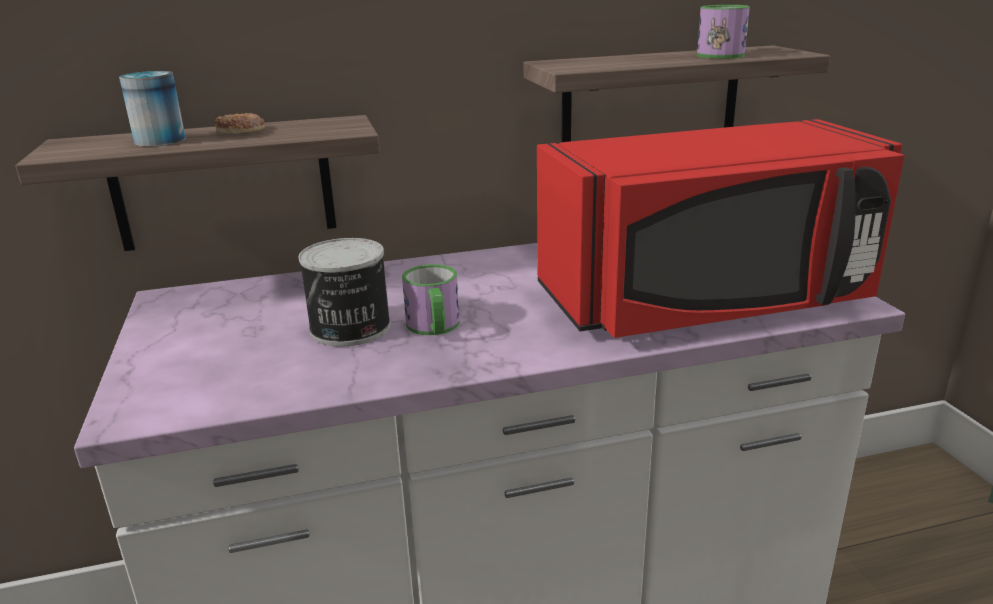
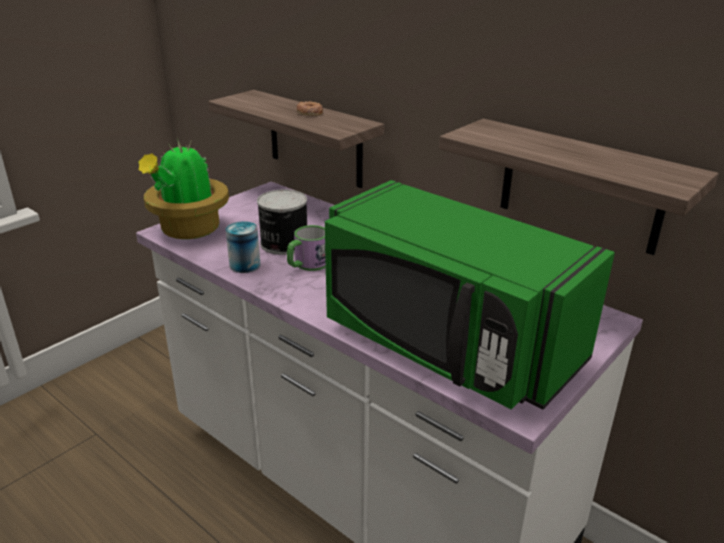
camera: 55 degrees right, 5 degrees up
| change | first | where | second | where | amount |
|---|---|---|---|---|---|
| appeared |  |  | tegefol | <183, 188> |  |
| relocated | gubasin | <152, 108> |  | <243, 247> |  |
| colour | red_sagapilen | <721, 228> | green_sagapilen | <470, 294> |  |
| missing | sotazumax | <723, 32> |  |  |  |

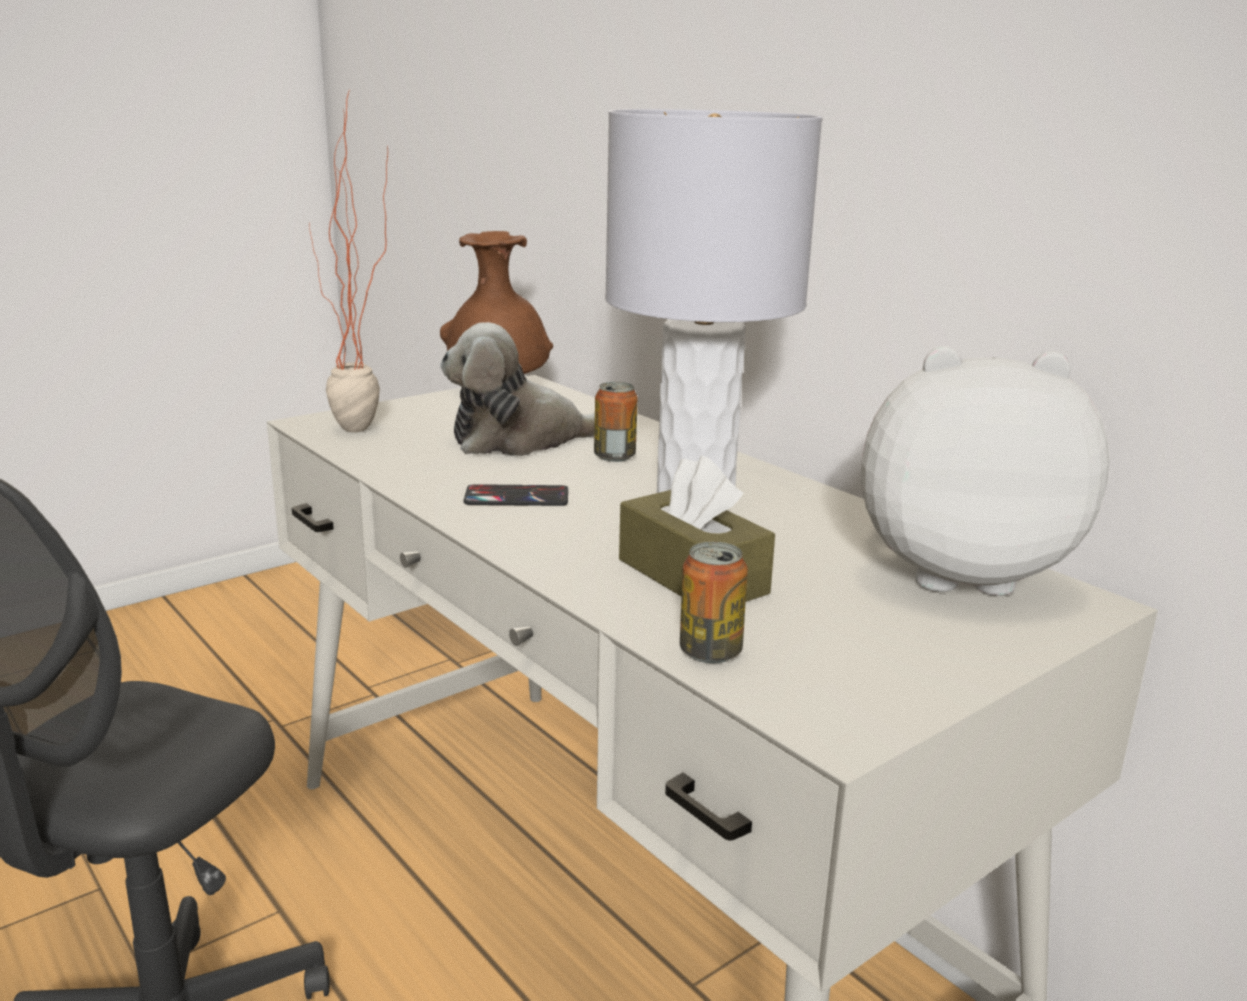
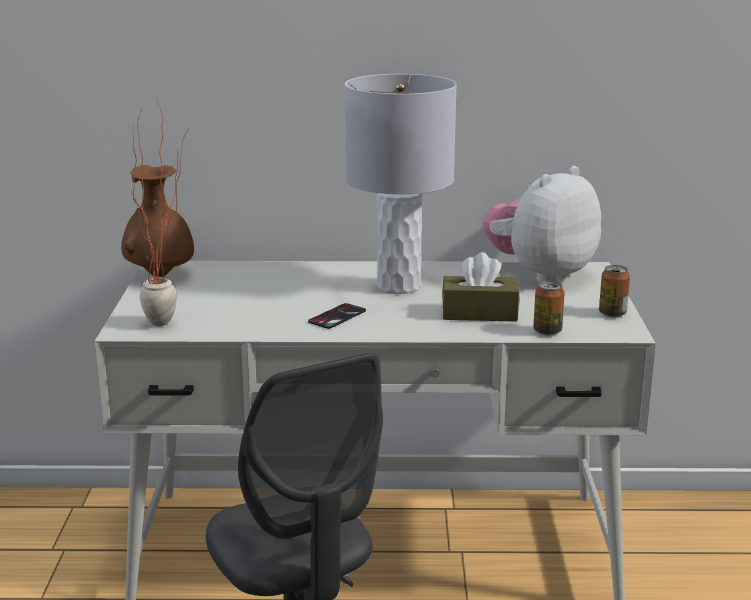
camera: 50 degrees left, 0 degrees up
| change | first | where | second | where | amount |
|---|---|---|---|---|---|
| relocated | gubasin | <616, 422> |  | <614, 291> |  |
| missing | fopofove | <517, 389> |  |  |  |

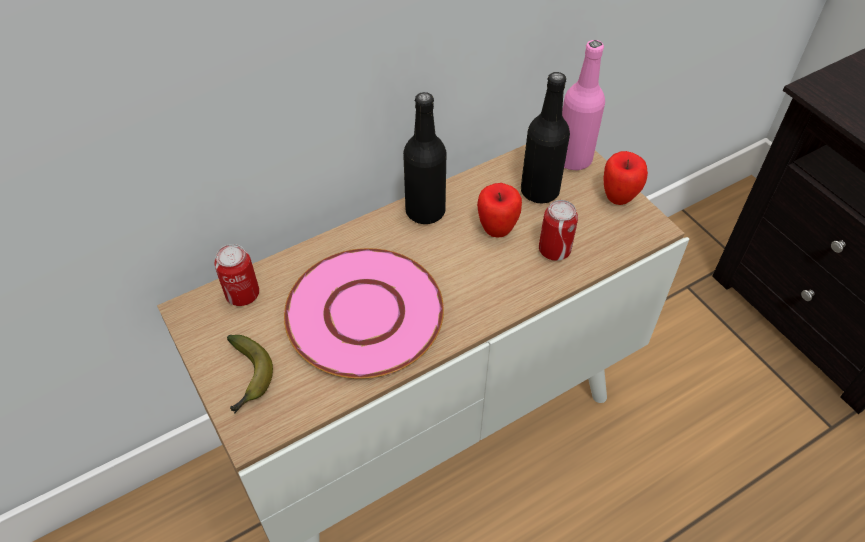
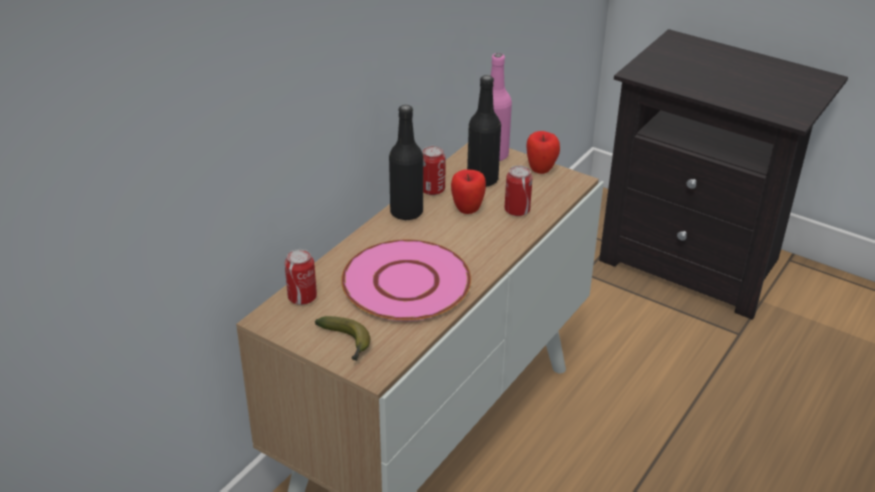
camera: 25 degrees left, 15 degrees down
| change | first | where | second | where | amount |
|---|---|---|---|---|---|
| appeared |  |  | gubasin | <434, 170> |  |

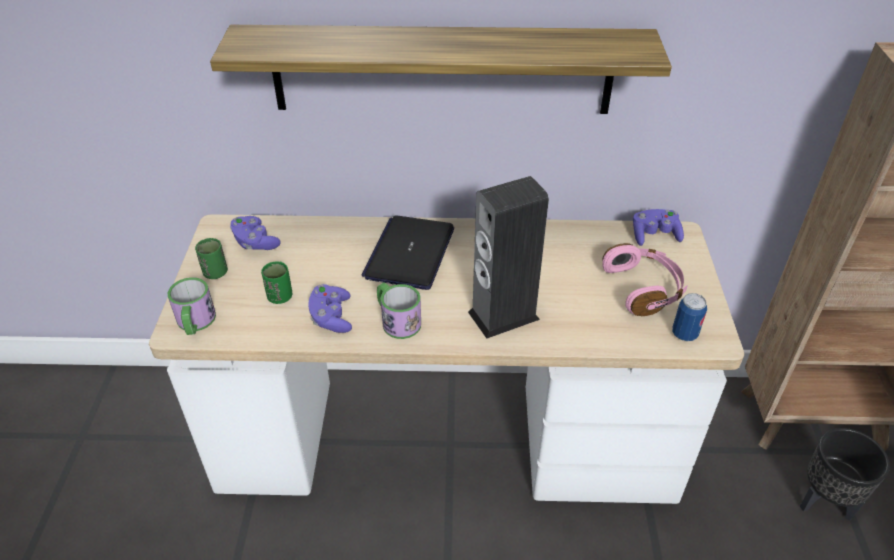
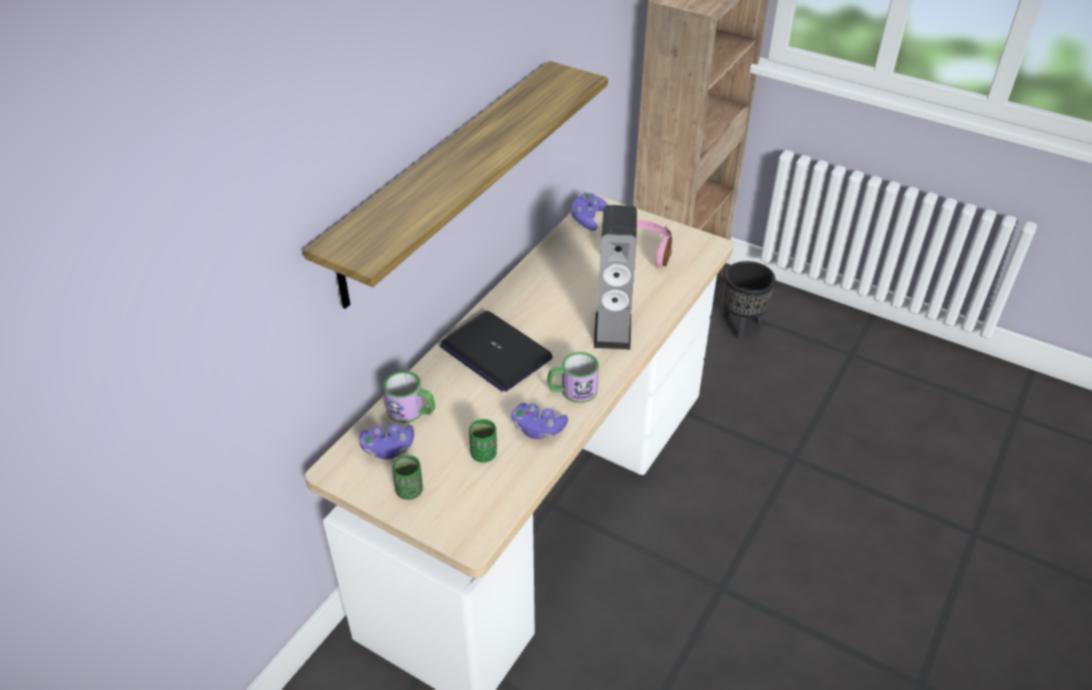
camera: 60 degrees left, 0 degrees up
| change | first | where | second | where | amount |
|---|---|---|---|---|---|
| relocated | sotazumax | <192, 306> |  | <409, 397> |  |
| missing | gubasin | <689, 317> |  |  |  |

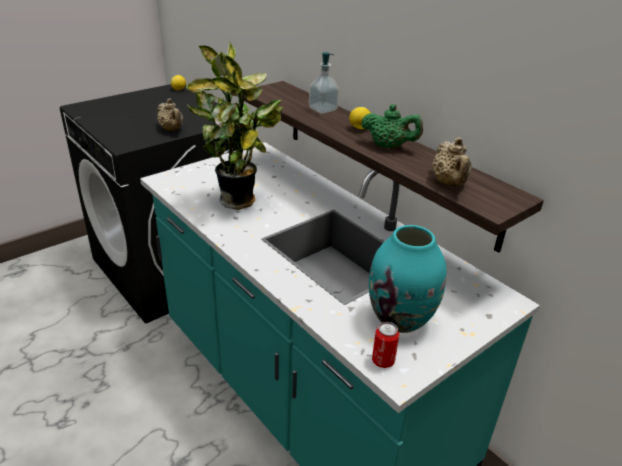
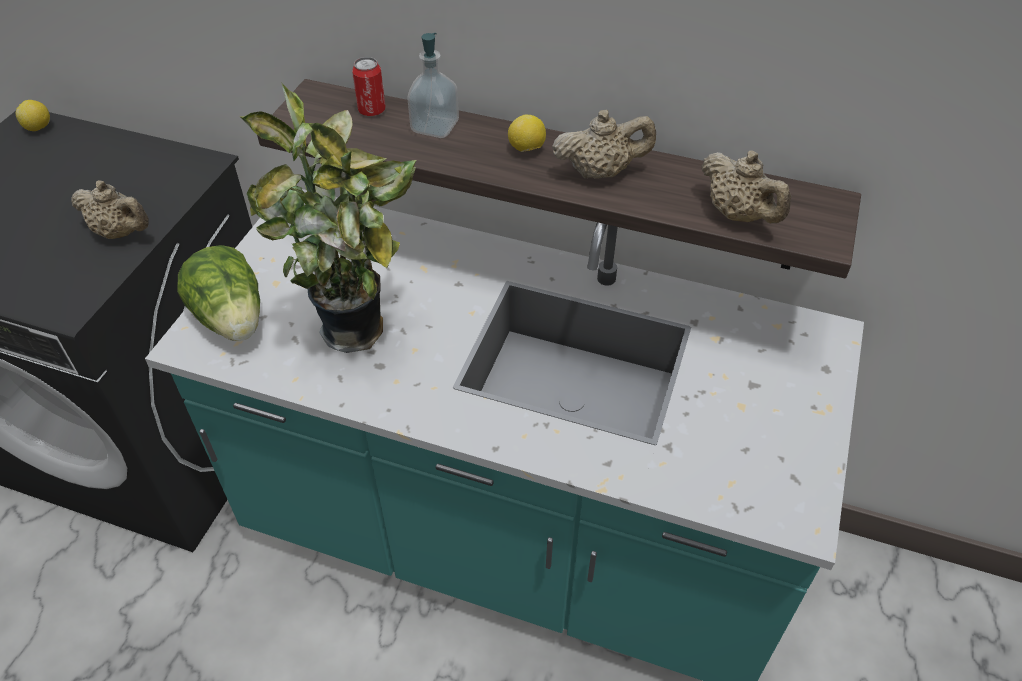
camera: 30 degrees left, 15 degrees up
| change | first | where | second | where | amount |
|---|---|---|---|---|---|
| appeared |  |  | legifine | <218, 293> |  |
| relocated | gubasin | <385, 345> |  | <369, 86> |  |
| colour | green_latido | <392, 126> | beige_latido | <604, 144> |  |
| missing | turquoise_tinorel | <408, 279> |  |  |  |

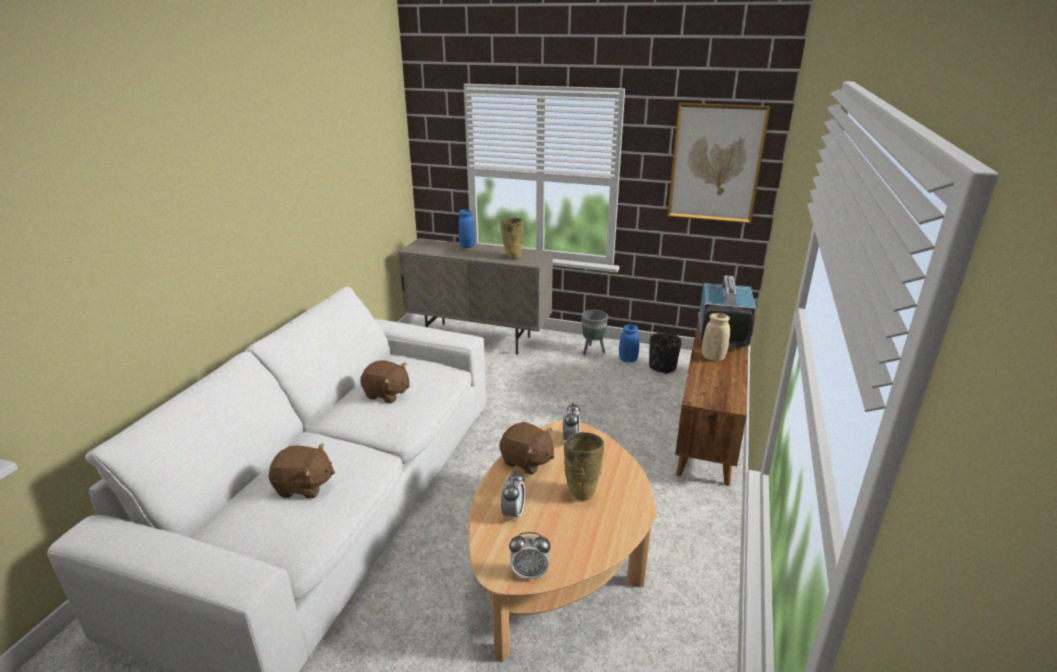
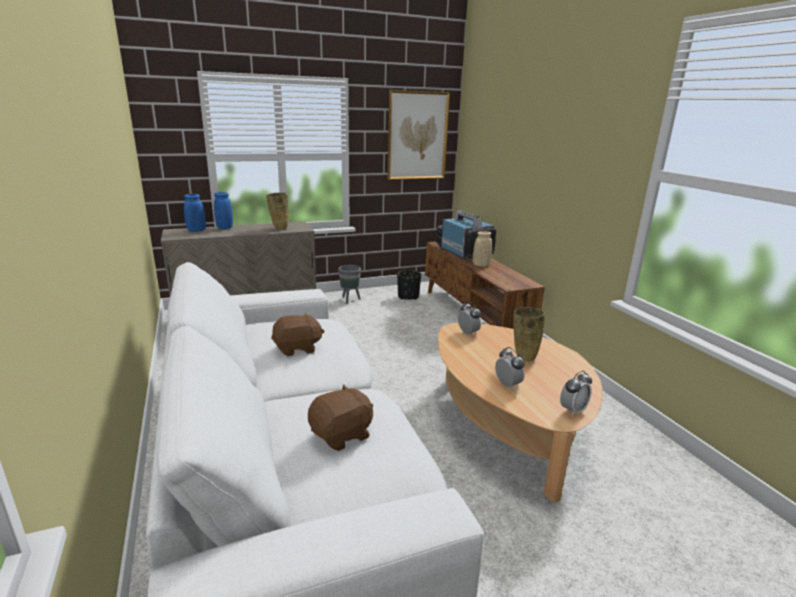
camera: 40 degrees left, 5 degrees down
| change | first | where | second | where | amount |
|---|---|---|---|---|---|
| relocated | blue_tinorel | <629, 344> |  | <195, 213> |  |
| missing | brown_fopofove | <526, 448> |  |  |  |

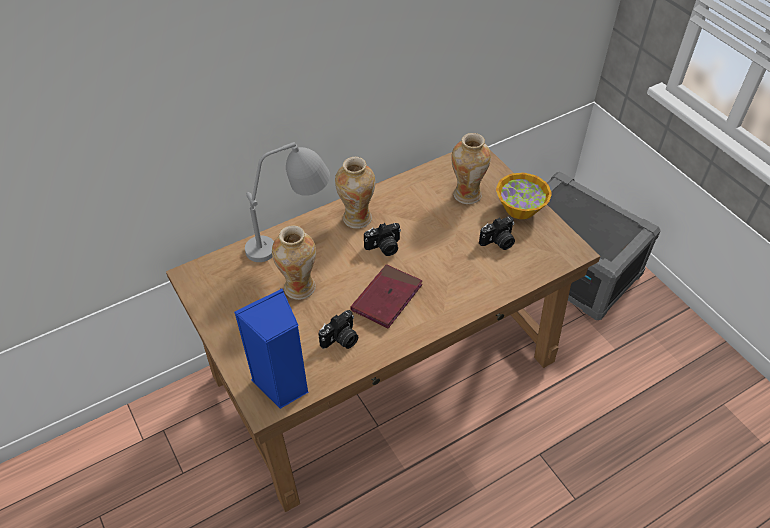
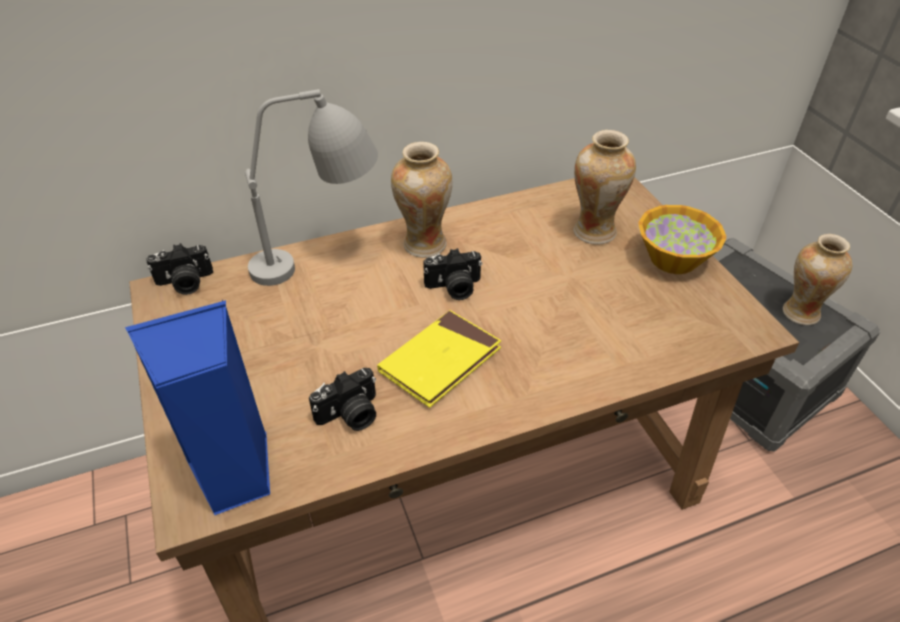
camera: 10 degrees right, 5 degrees down
| change | first | where | second | where | amount |
|---|---|---|---|---|---|
| relocated | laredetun | <497, 233> |  | <179, 269> |  |
| colour | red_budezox | <386, 296> | yellow_budezox | <439, 359> |  |
| relocated | tinorel | <294, 262> |  | <817, 279> |  |

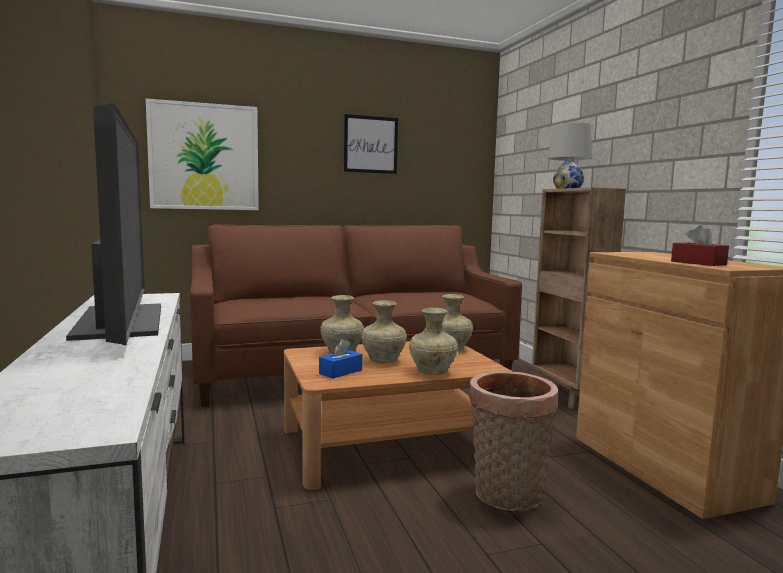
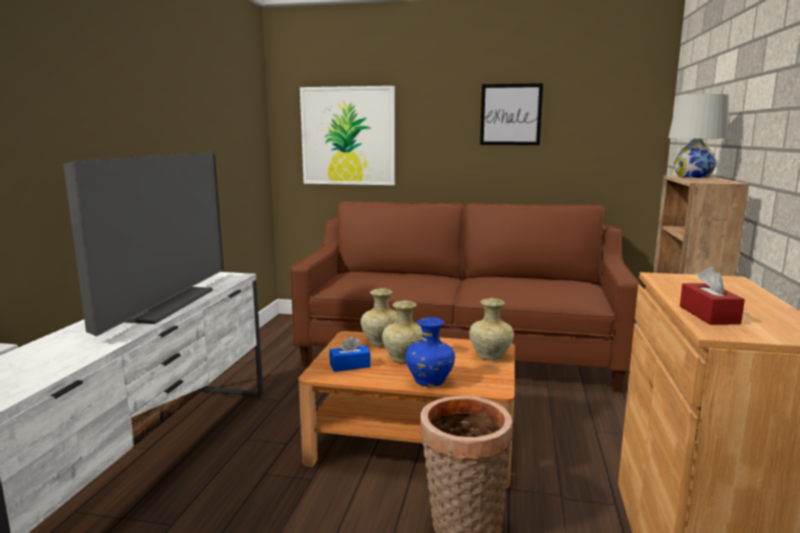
camera: 30 degrees right, 5 degrees up
| change | first | where | second | where | amount |
|---|---|---|---|---|---|
| colour | beige_tinorel | <433, 341> | blue_tinorel | <430, 352> |  |

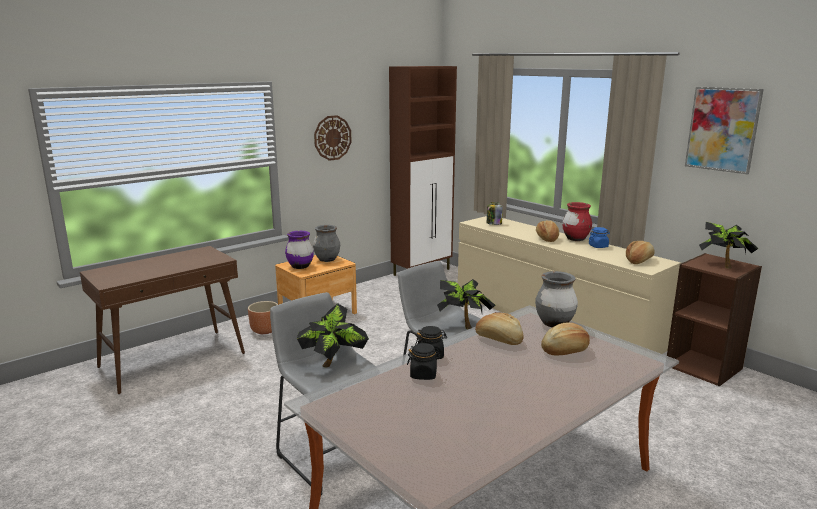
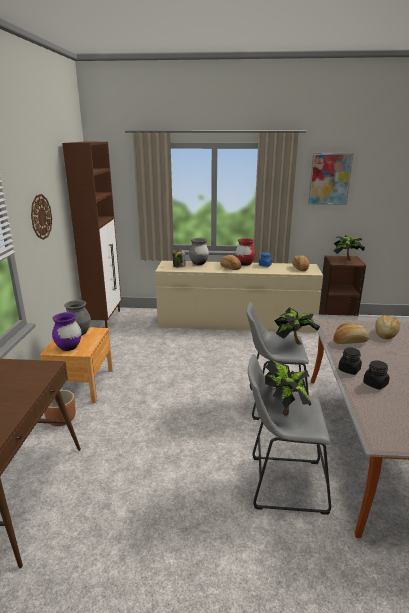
camera: 45 degrees left, 5 degrees up
| change | first | where | second | where | amount |
|---|---|---|---|---|---|
| relocated | grey_tinorel | <556, 299> |  | <199, 251> |  |

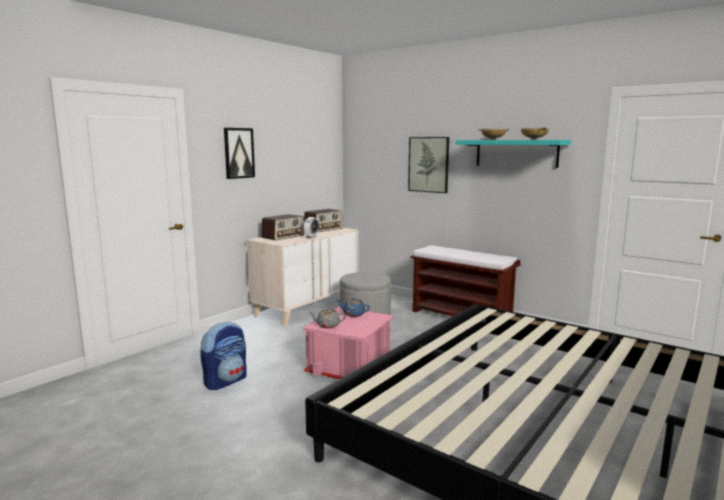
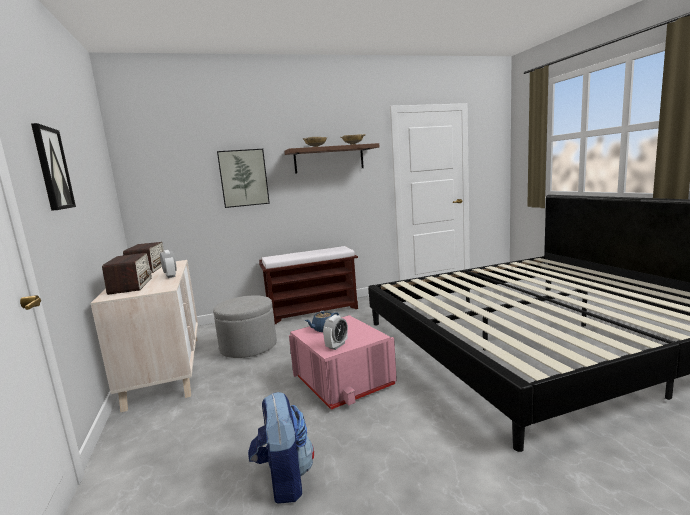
camera: 55 degrees left, 0 degrees up
| change | first | where | second | where | amount |
|---|---|---|---|---|---|
| colour | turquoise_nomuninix | <513, 154> | brown_nomuninix | <332, 158> |  |
| exchanged | grey_latido | <327, 318> | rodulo | <335, 332> |  |

